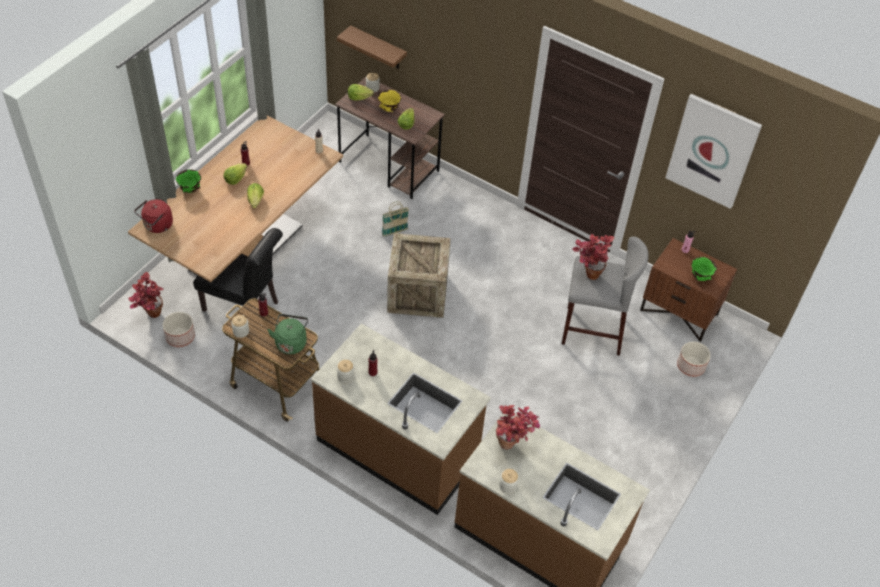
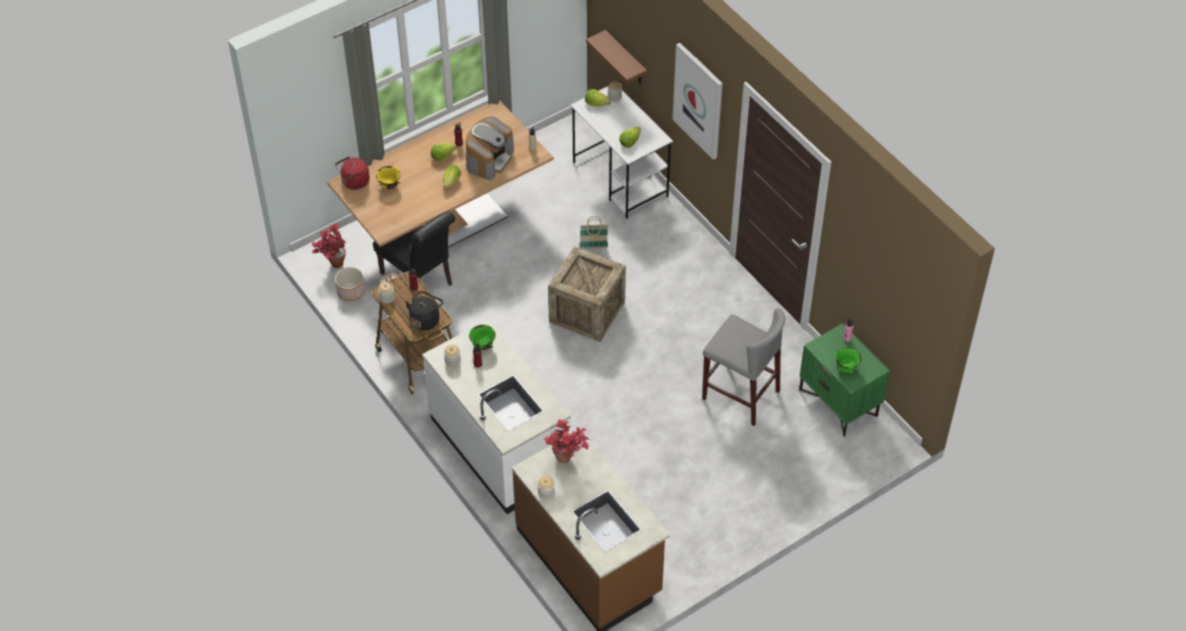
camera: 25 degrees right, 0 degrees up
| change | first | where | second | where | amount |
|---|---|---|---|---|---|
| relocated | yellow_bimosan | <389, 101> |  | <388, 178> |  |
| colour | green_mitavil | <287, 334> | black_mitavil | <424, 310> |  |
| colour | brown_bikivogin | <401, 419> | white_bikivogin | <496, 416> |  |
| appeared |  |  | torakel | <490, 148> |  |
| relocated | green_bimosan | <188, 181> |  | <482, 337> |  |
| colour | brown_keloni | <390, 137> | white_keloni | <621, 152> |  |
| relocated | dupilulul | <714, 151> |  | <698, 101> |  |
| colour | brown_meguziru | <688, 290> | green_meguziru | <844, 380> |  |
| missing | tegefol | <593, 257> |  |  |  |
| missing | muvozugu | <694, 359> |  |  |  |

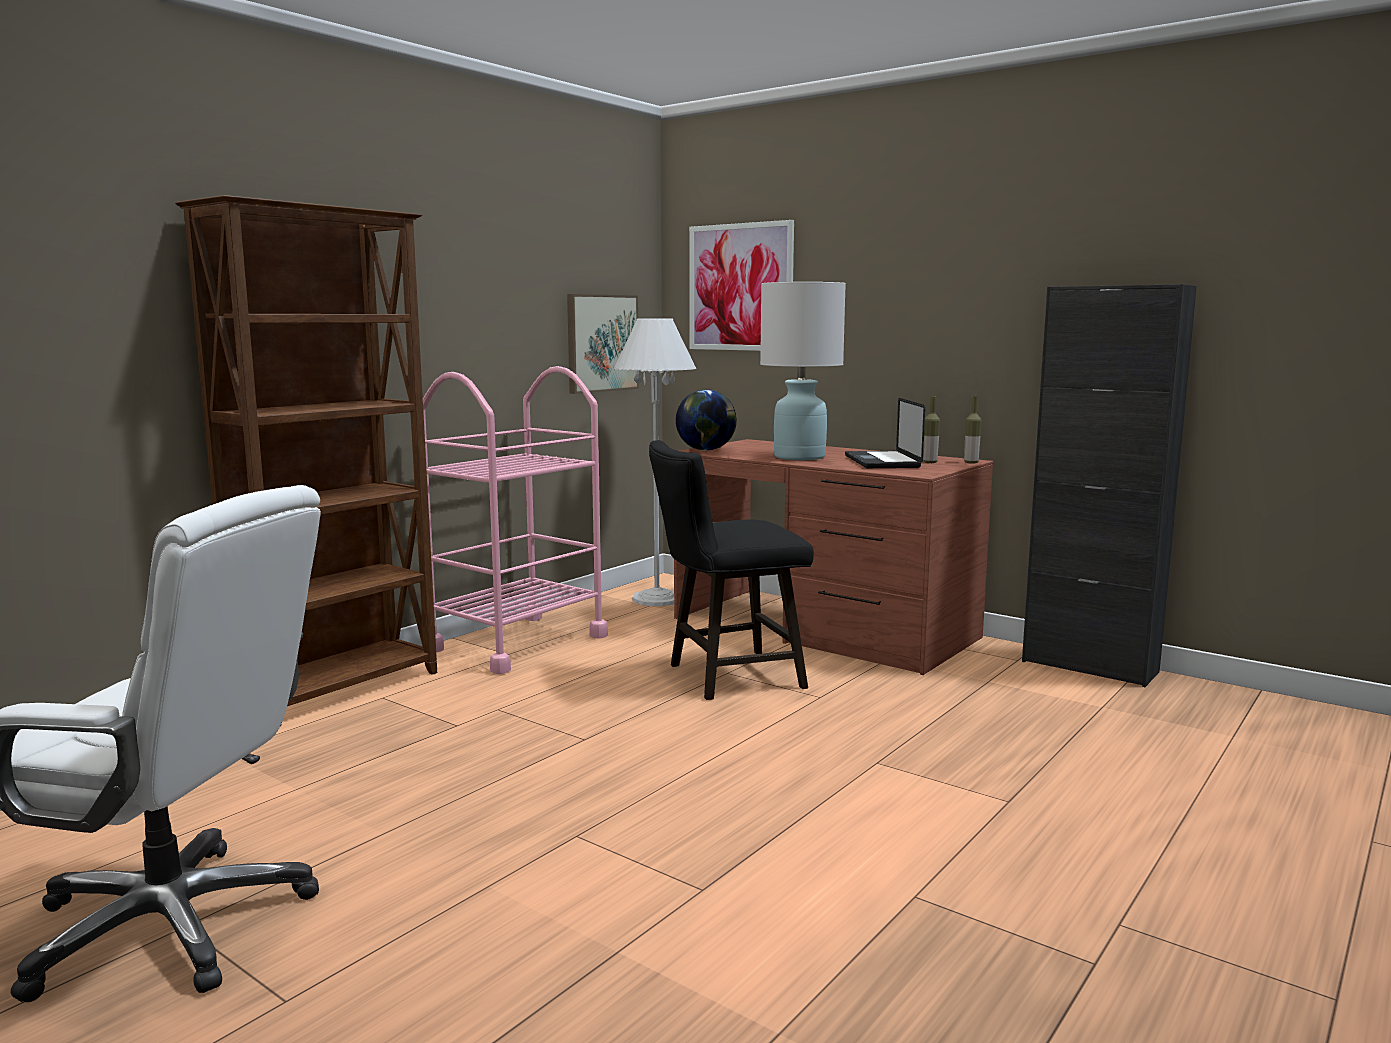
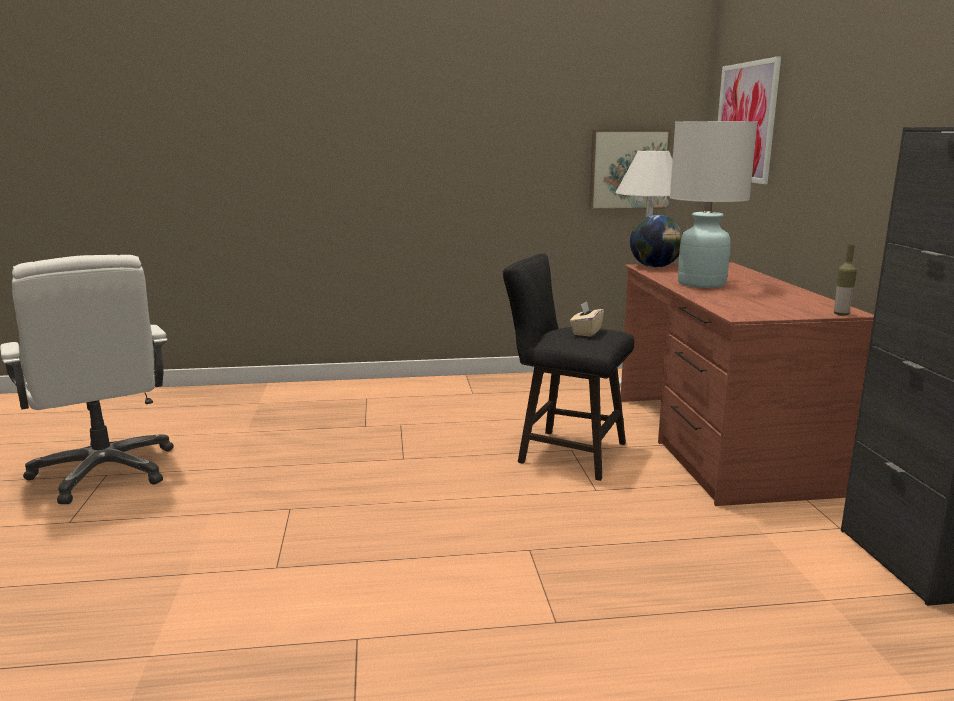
camera: 45 degrees right, 5 degrees up
| change | first | where | second | where | amount |
|---|---|---|---|---|---|
| appeared |  |  | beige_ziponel | <587, 319> |  |
| missing | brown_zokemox | <306, 460> |  |  |  |
| missing | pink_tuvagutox | <515, 520> |  |  |  |
| missing | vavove | <885, 433> |  |  |  |
| missing | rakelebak | <931, 429> |  |  |  |

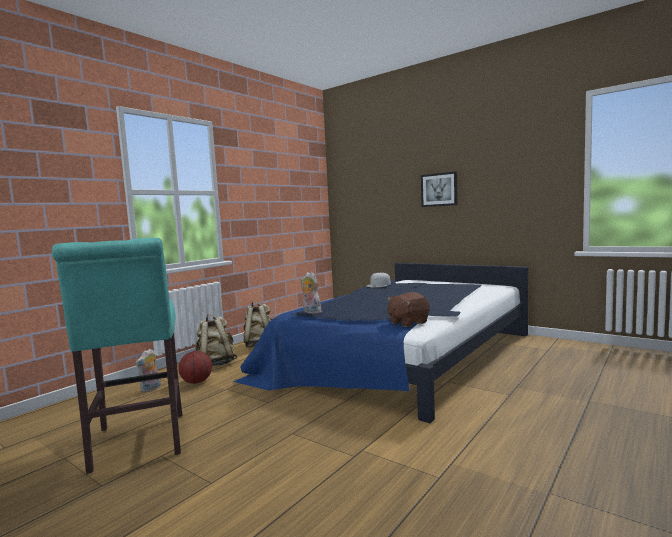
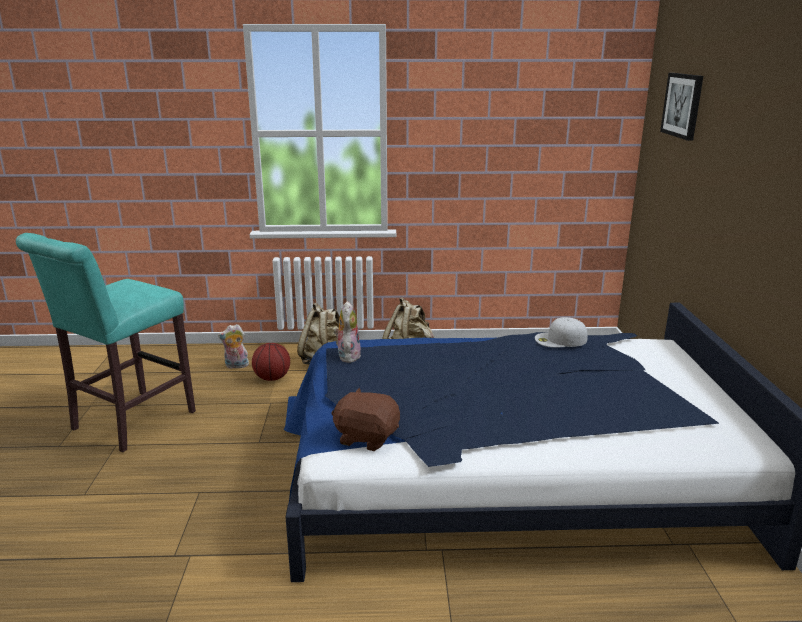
camera: 50 degrees right, 15 degrees up
| change | first | where | second | where | amount |
|---|---|---|---|---|---|
| relocated | dupilulul | <439, 189> |  | <681, 107> |  |

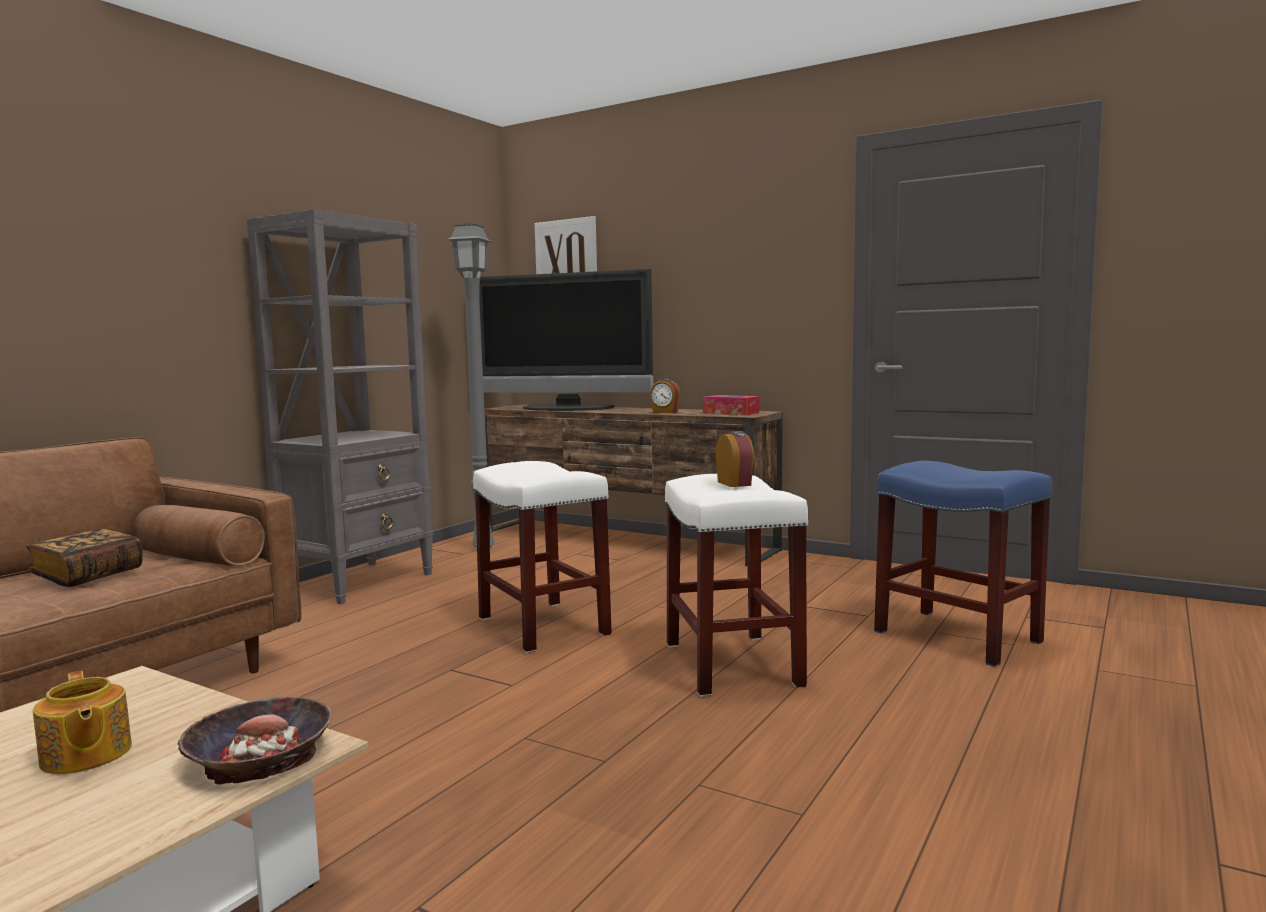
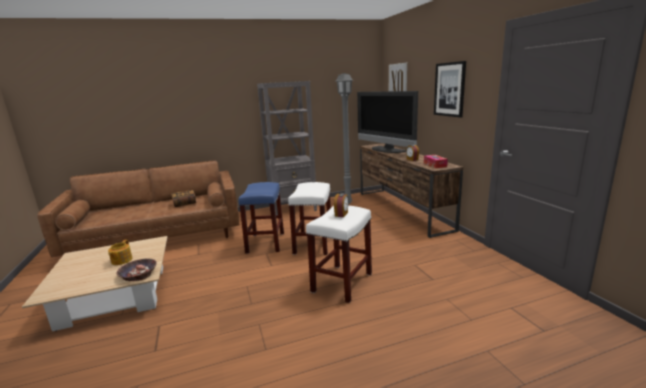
camera: 40 degrees right, 10 degrees up
| change | first | where | second | where | amount |
|---|---|---|---|---|---|
| relocated | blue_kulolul | <963, 564> |  | <261, 218> |  |
| appeared |  |  | dupilulul | <450, 89> |  |

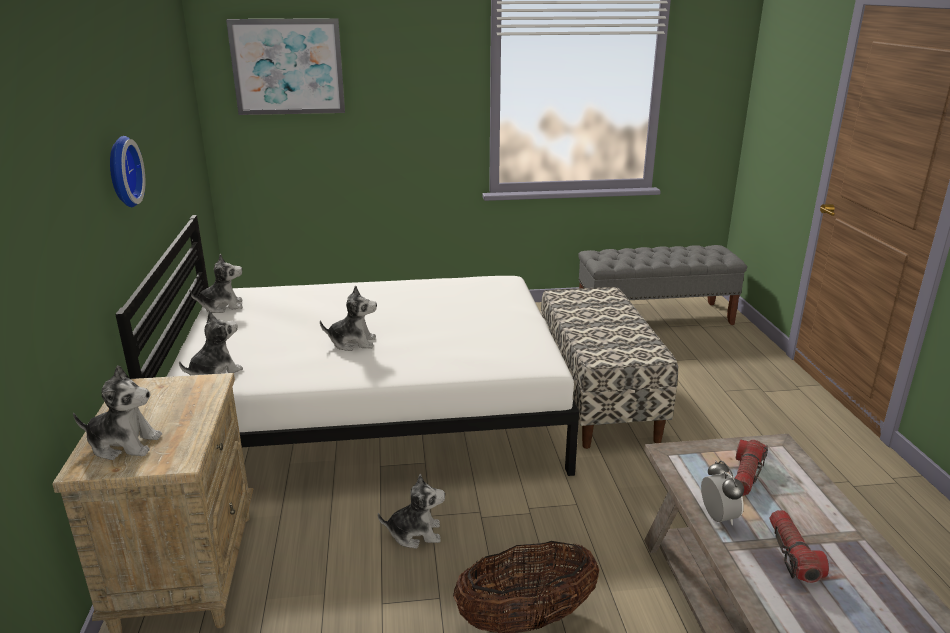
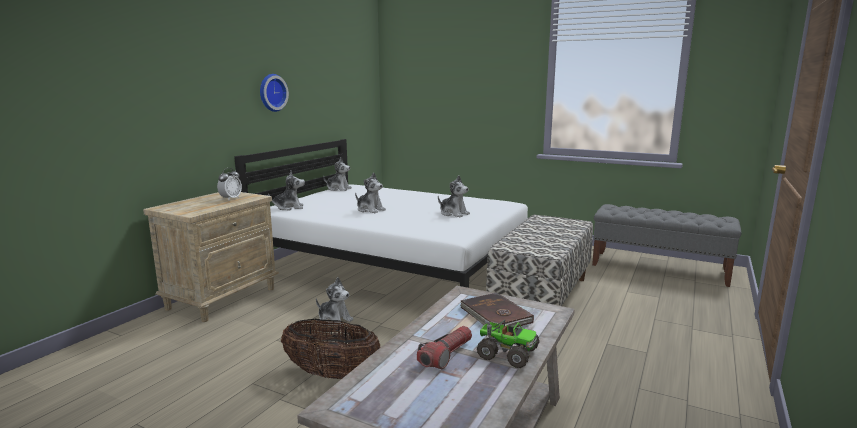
camera: 35 degrees right, 10 degrees down
| change | first | where | second | where | amount |
|---|---|---|---|---|---|
| relocated | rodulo | <722, 493> |  | <229, 184> |  |
| relocated | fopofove | <117, 412> |  | <454, 196> |  |
| exchanged | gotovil | <751, 468> | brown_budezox | <497, 309> |  |
| appeared |  |  | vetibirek | <508, 343> |  |
| missing | dupilulul | <285, 66> |  |  |  |

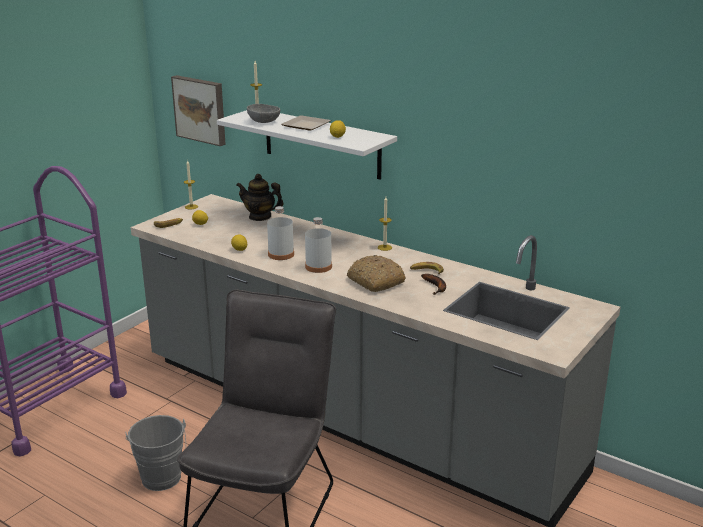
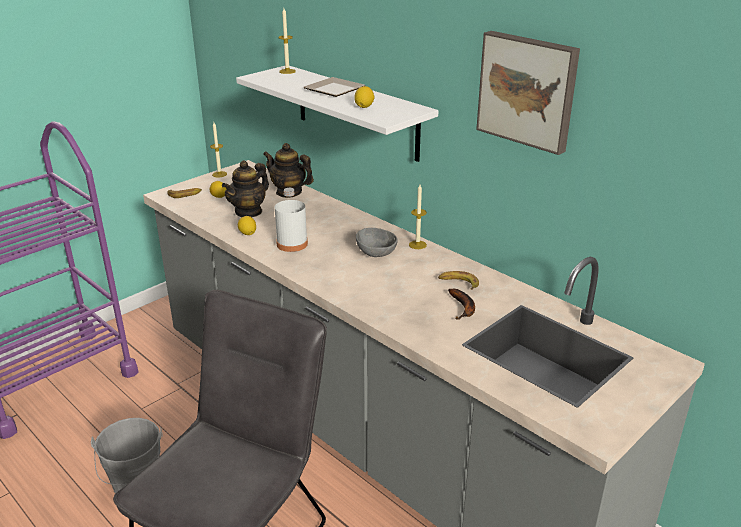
camera: 10 degrees right, 5 degrees up
| change | first | where | second | where | amount |
|---|---|---|---|---|---|
| appeared |  |  | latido | <245, 188> |  |
| relocated | grey_bimosan | <263, 113> |  | <377, 242> |  |
| relocated | dupilulul | <198, 110> |  | <528, 93> |  |
| missing | white_rakelebak | <318, 245> |  |  |  |
| missing | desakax | <376, 273> |  |  |  |

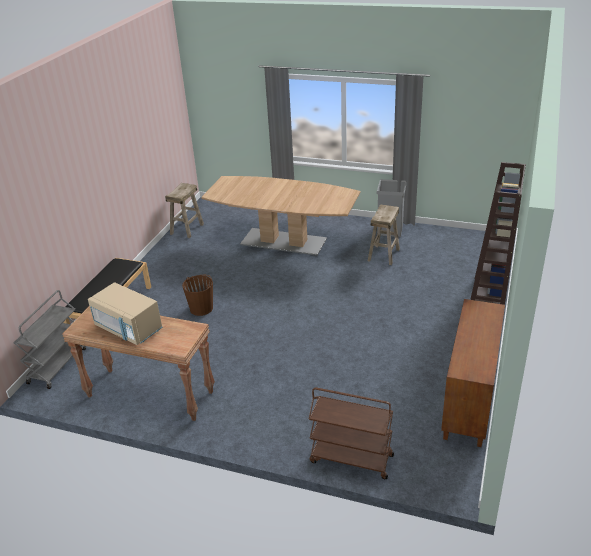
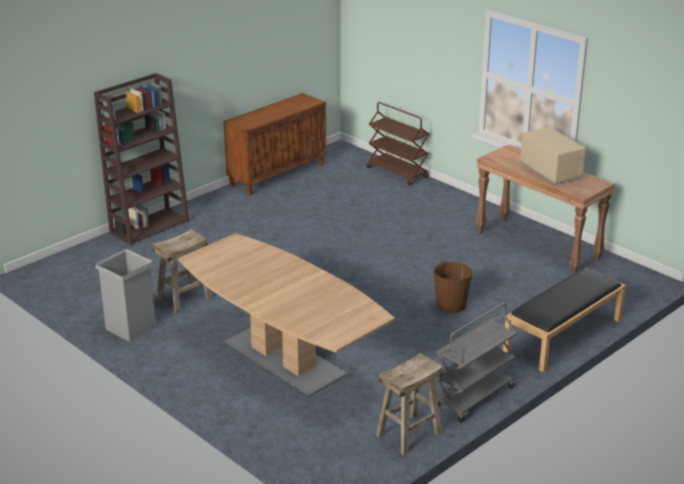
camera: 155 degrees left, 5 degrees down
| change | first | where | second | where | amount |
|---|---|---|---|---|---|
| relocated | grey_tuvagutox | <50, 339> |  | <476, 362> |  |

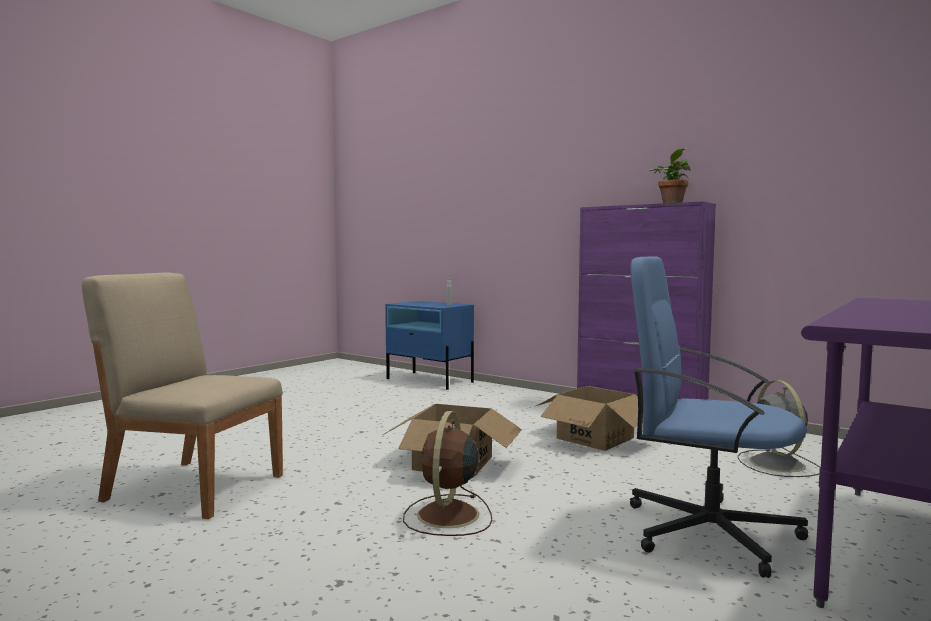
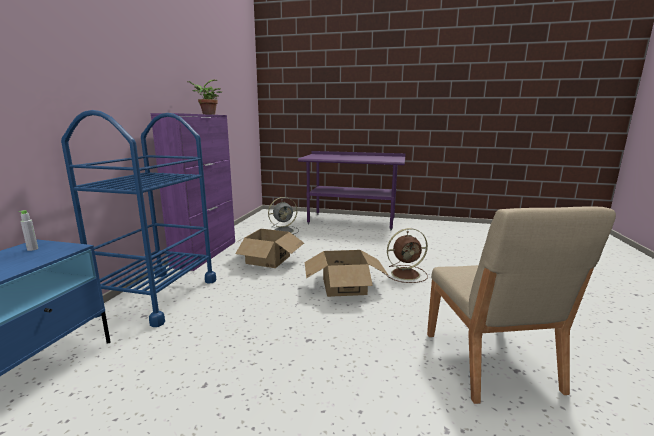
camera: 115 degrees left, 10 degrees up
| change | first | where | second | where | amount |
|---|---|---|---|---|---|
| appeared |  |  | blue_tuvagutox | <138, 218> |  |
| missing | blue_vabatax | <719, 417> |  |  |  |

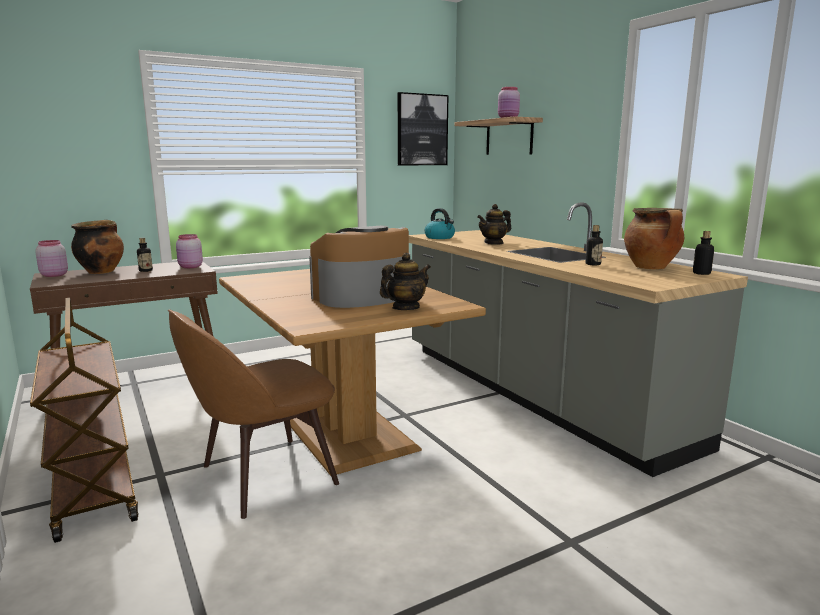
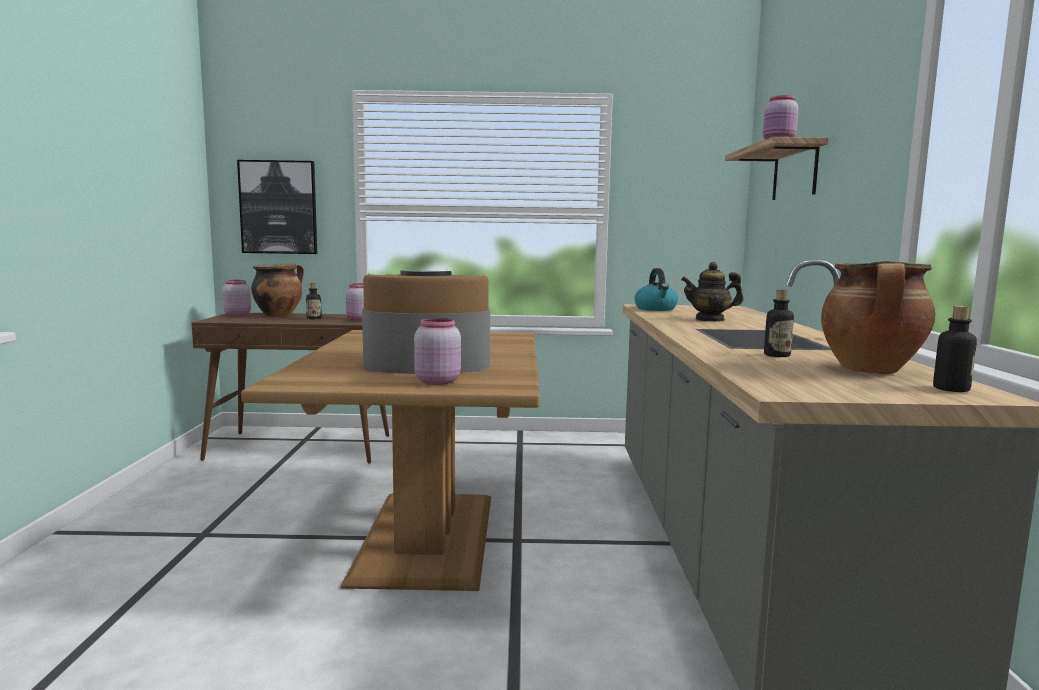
camera: 30 degrees right, 5 degrees down
| change | first | where | second | where | amount |
|---|---|---|---|---|---|
| relocated | dupilulul | <423, 128> |  | <277, 207> |  |
| exchanged | latido | <405, 281> | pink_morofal | <437, 351> |  |
| missing | brown_tuvagutox | <84, 420> |  |  |  |
| missing | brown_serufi | <253, 414> |  |  |  |

